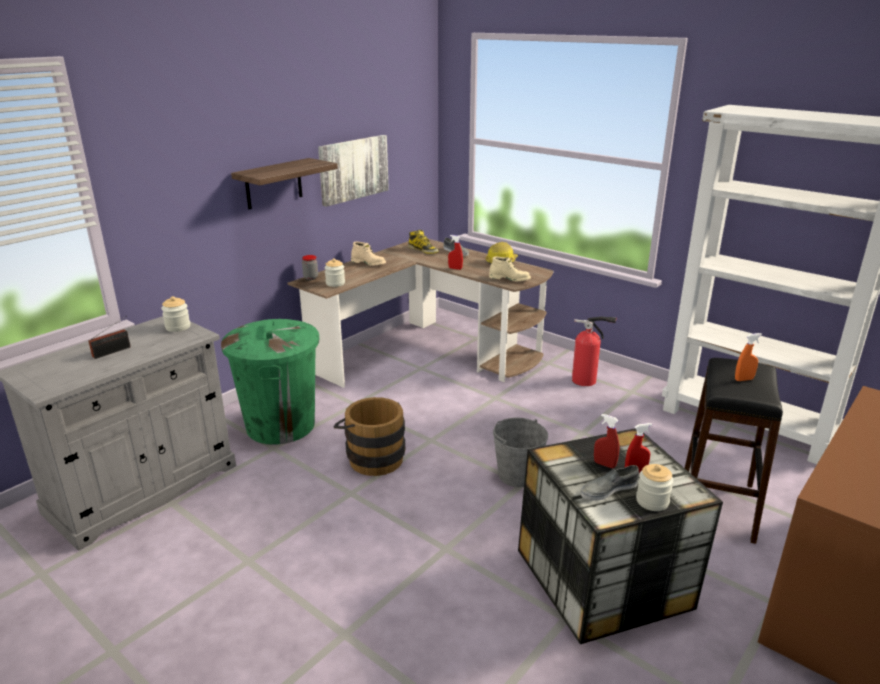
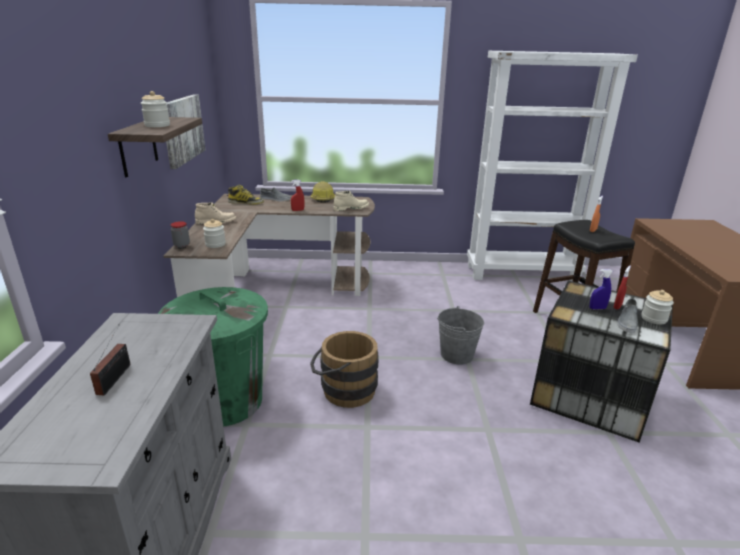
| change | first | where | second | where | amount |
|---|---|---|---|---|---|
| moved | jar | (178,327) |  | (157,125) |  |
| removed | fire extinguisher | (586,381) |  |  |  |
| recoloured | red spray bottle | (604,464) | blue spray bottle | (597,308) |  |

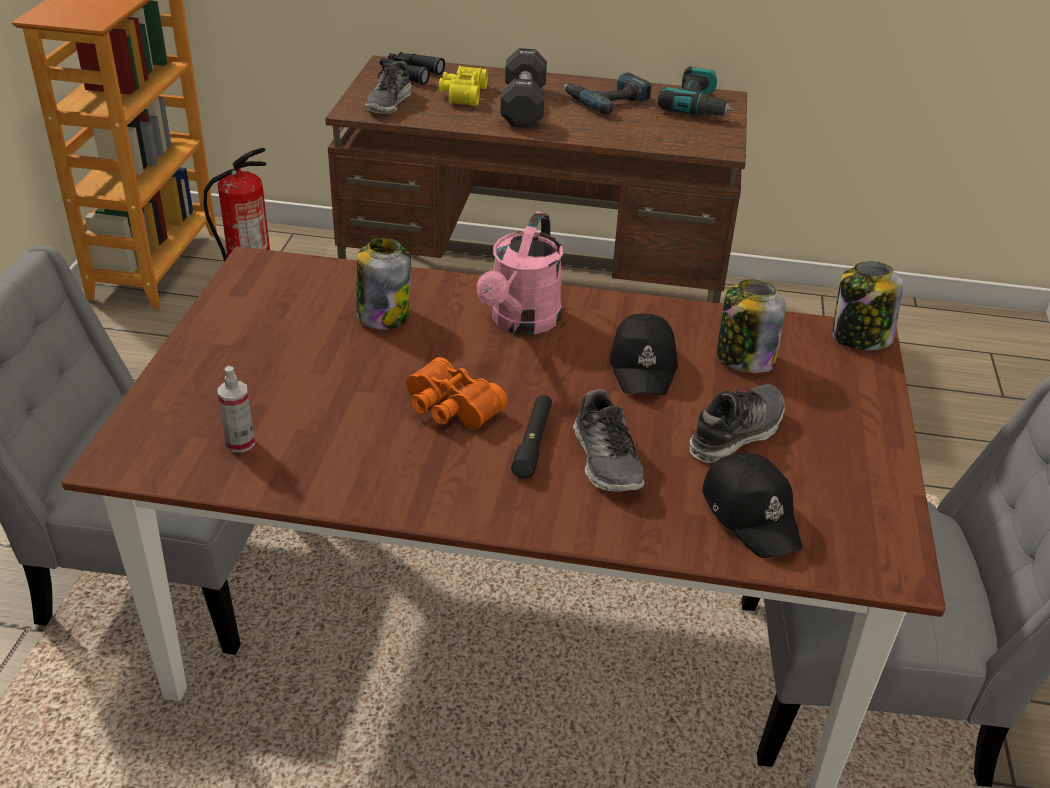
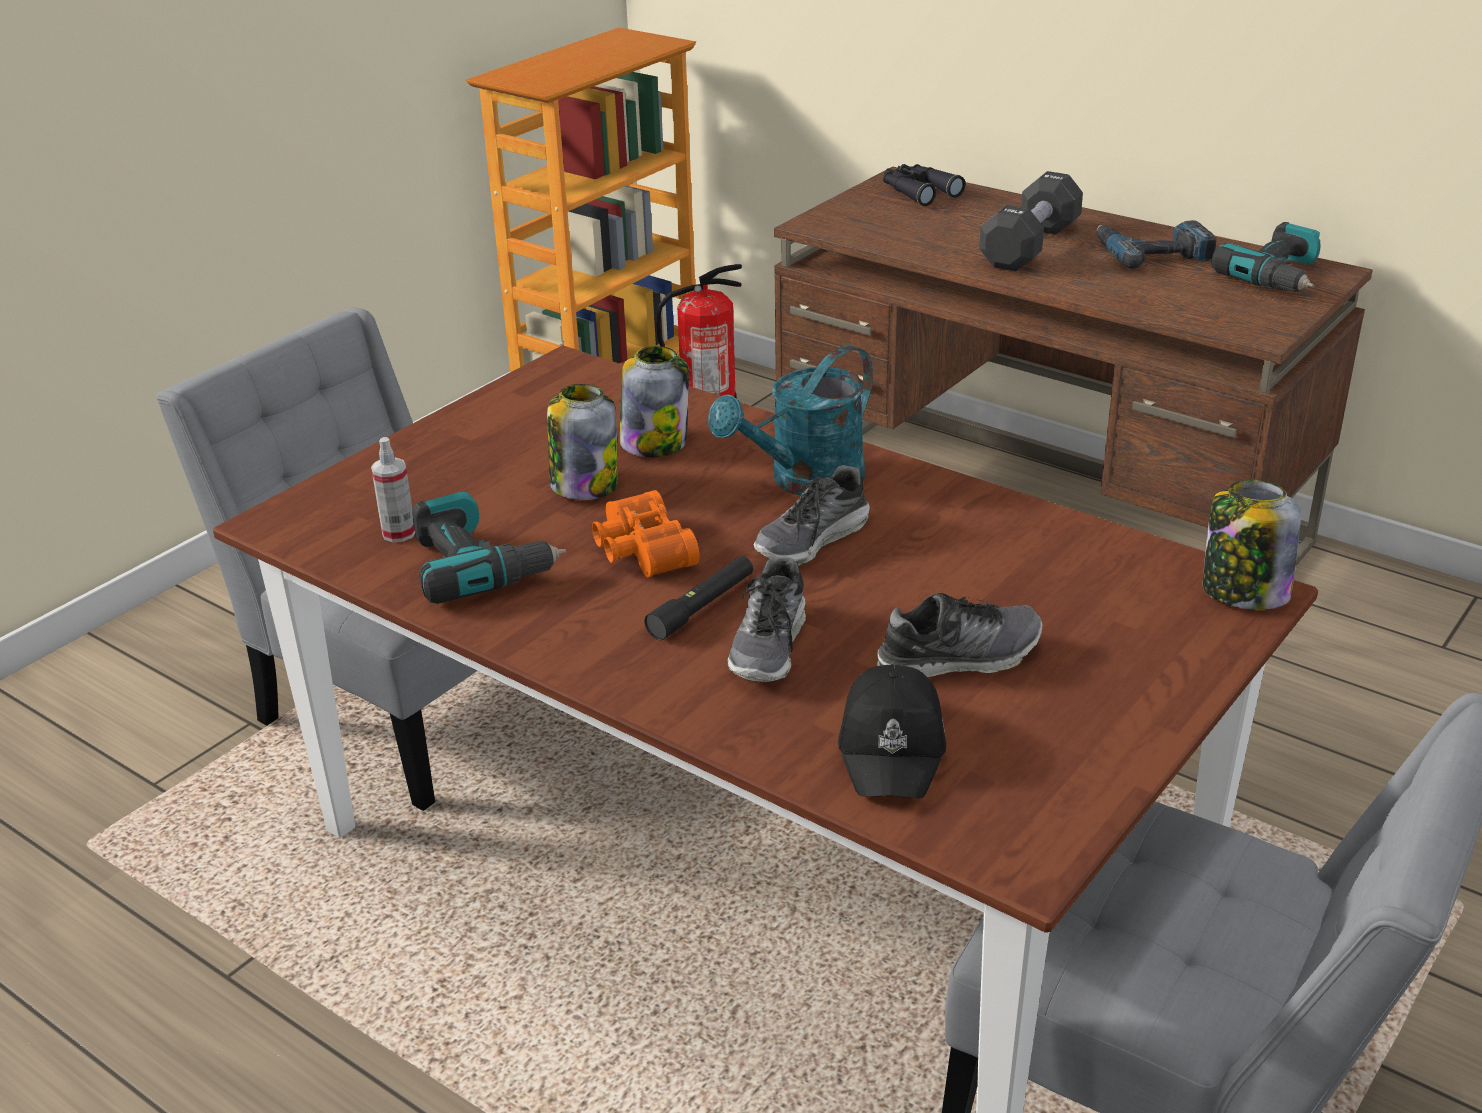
| change | first | where | second | where | amount |
|---|---|---|---|---|---|
| moved | shoe | (389,102) |  | (812,540) |  |
| removed | yellow binoculars | (462,94) |  |  |  |
| recoloured | pink watering can | (521,322) | turquoise watering can | (805,482) |  |
| removed | black cap | (644,366) |  |  |  |
| moved | jar | (744,359) |  | (584,485) |  |
| added |  |  | power drill | (479,565) |  |

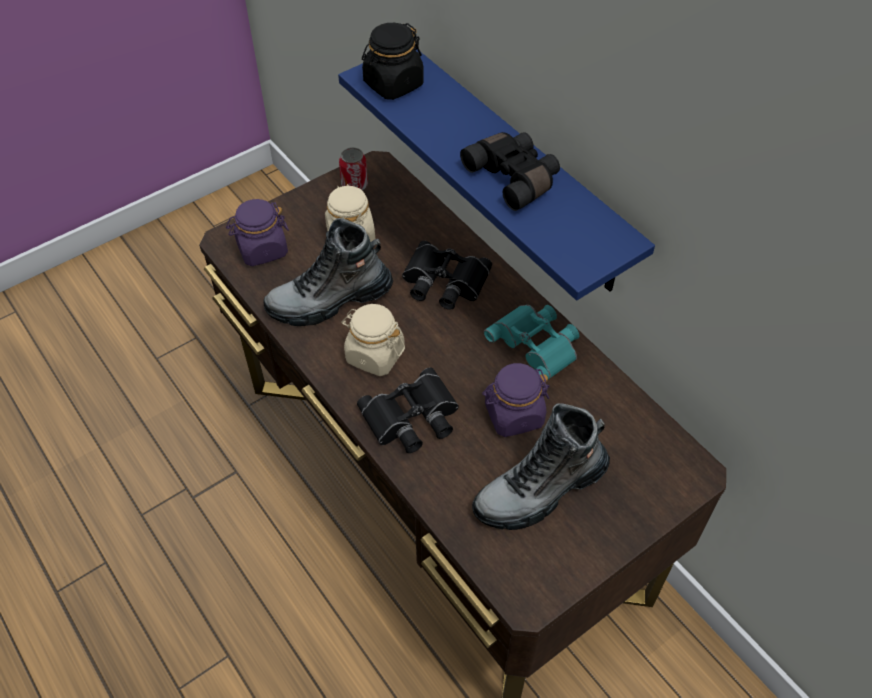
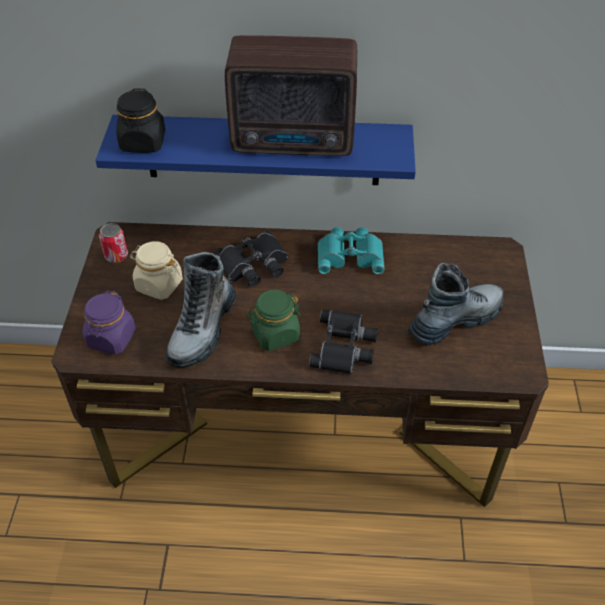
| change | first | where | second | where | amount |
|---|---|---|---|---|---|
| recoloured | beige jar | (374,355) | green jar | (275,334) |  |
| replaced | black binoculars | (514,177) | radio | (296,142) |  |
| turned | boot | (540,490) |  | (455,320) | 135 degrees counterclockwise |
| removed | purple jar | (513,415) |  |  |  |

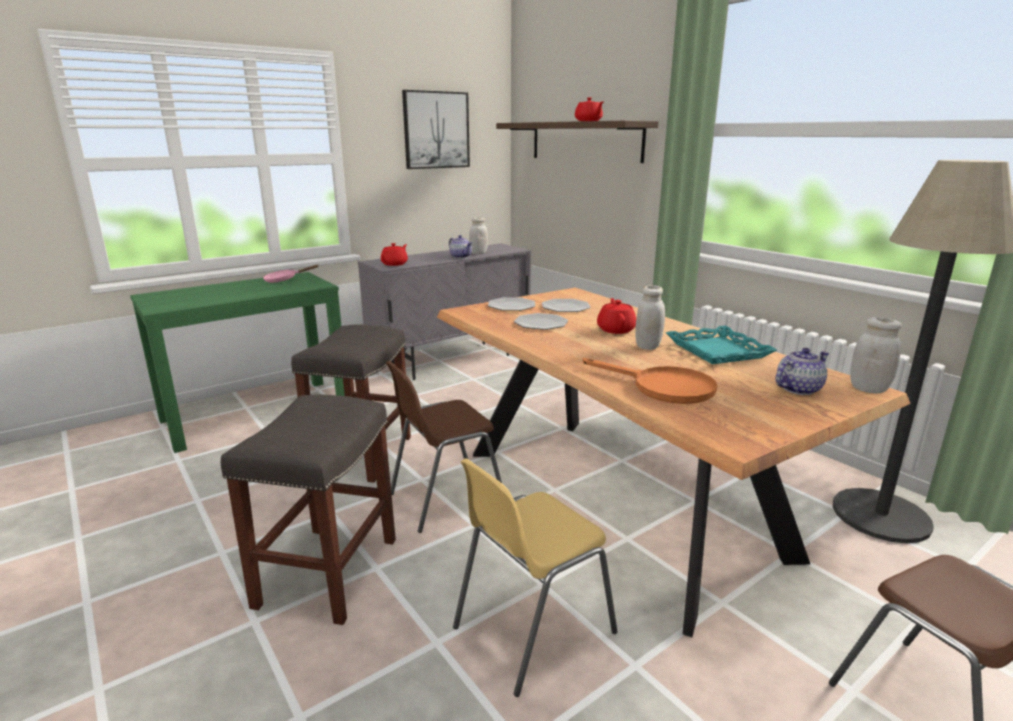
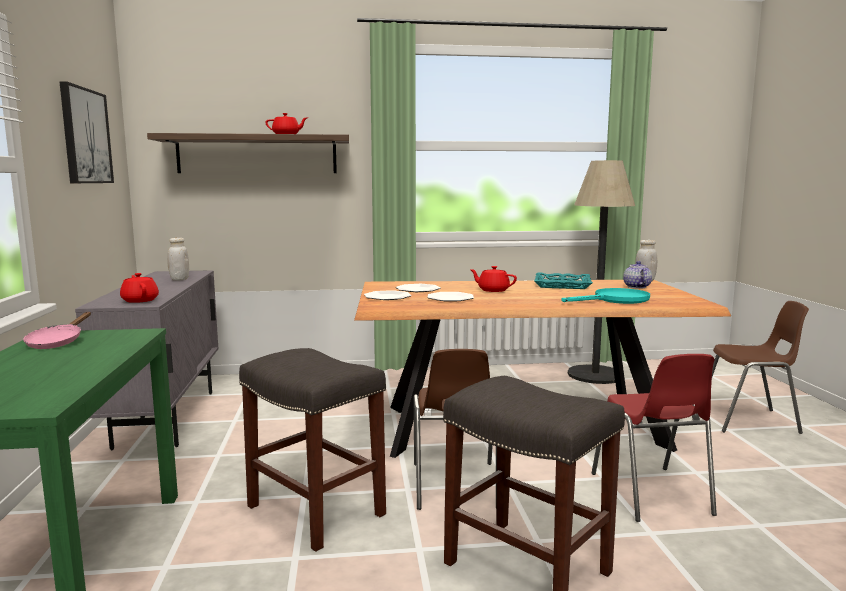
| change | first | where | second | where | amount |
|---|---|---|---|---|---|
| removed | teapot | (460,257) |  |  |  |
| recoloured | yellow chair | (531,629) | red chair | (651,494) |  |
| recoloured | orange frying pan | (662,387) | turquoise frying pan | (615,300) |  |
| removed | white jar | (648,346) |  |  |  |

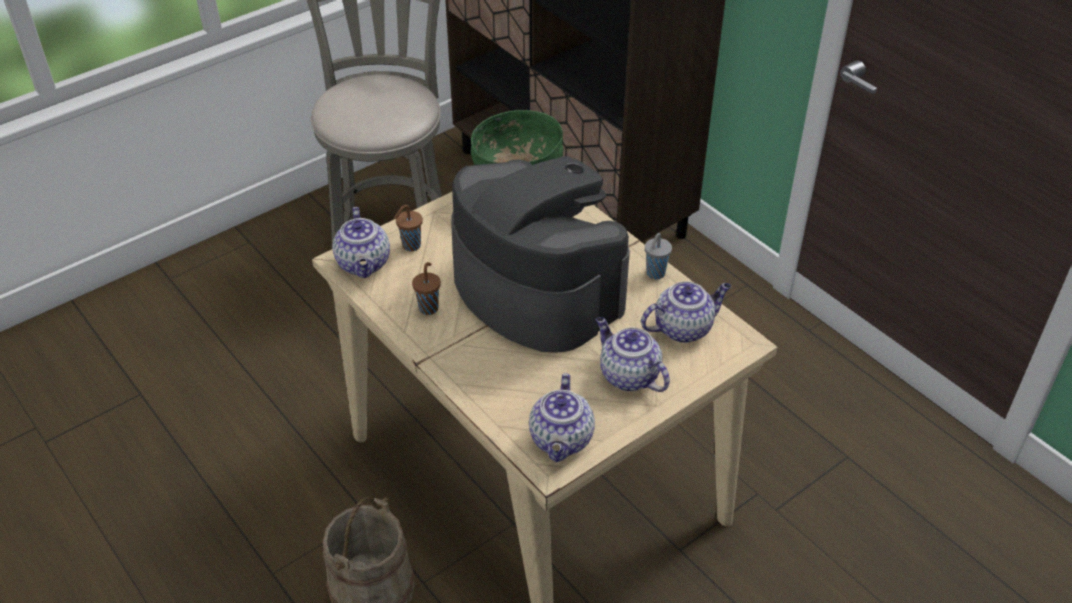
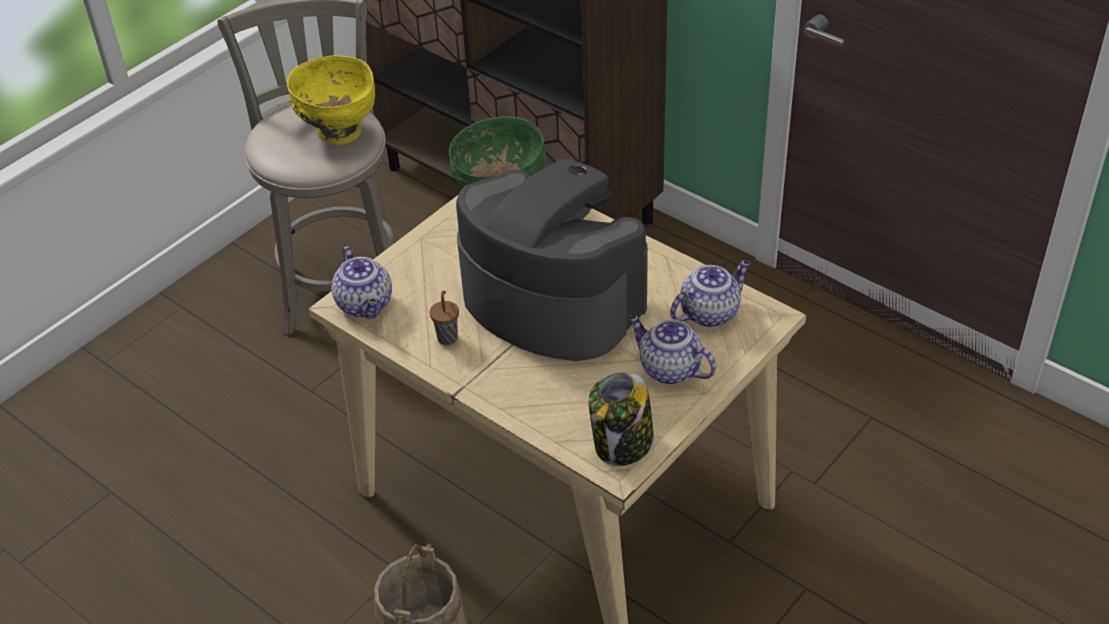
| change | first | where | second | where | amount |
|---|---|---|---|---|---|
| removed | brown cup | (410,246) |  |  |  |
| replaced | teapot | (562,441) | jar | (622,444) |  |
| removed | grey cup | (655,274) |  |  |  |
| added |  |  | yellow bowl | (339,133) |  |

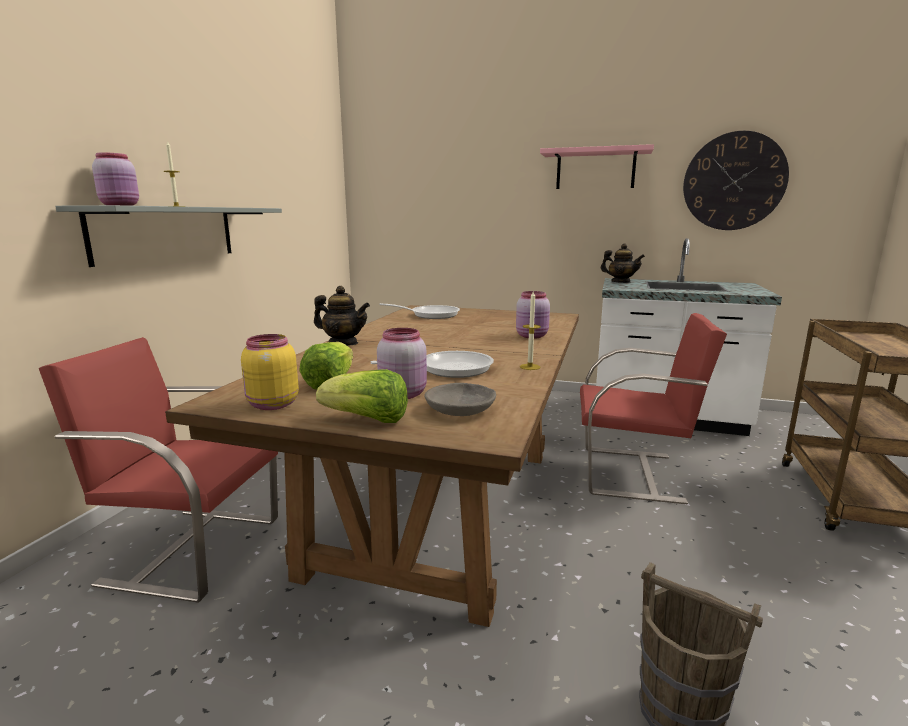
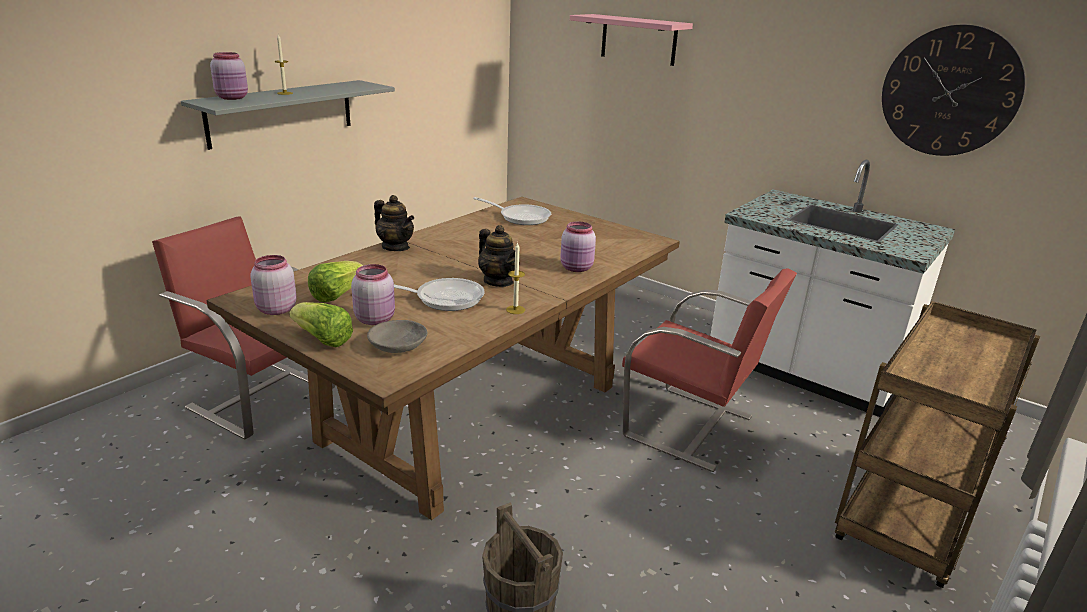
| change | first | where | second | where | amount |
|---|---|---|---|---|---|
| recoloured | yellow jar | (271,405) | pink jar | (275,309) |  |
| moved | pink shelf | (595,169) |  | (638,39) |  |
| moved | teapot | (620,282) |  | (498,281) |  |

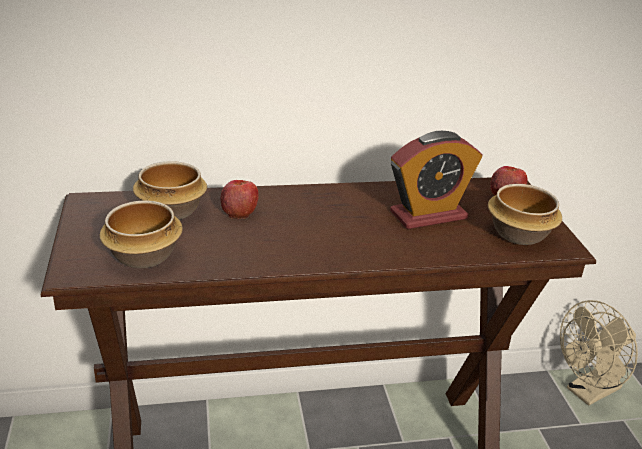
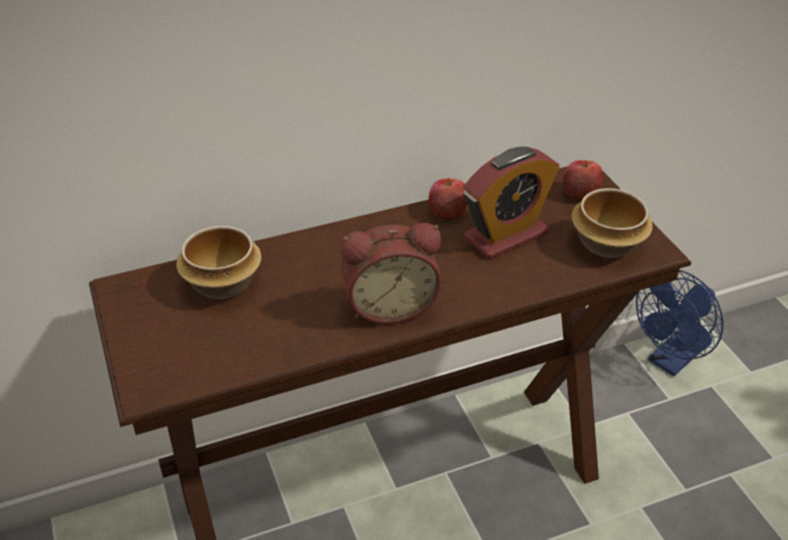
| change | first | where | second | where | amount |
|---|---|---|---|---|---|
| removed | bowl | (145,257) |  |  |  |
| moved | apple | (239,212) |  | (447,211) |  |
| recoloured | beige fan | (588,392) | blue fan | (670,361) |  |
| added |  |  | alarm clock | (389,305) |  |

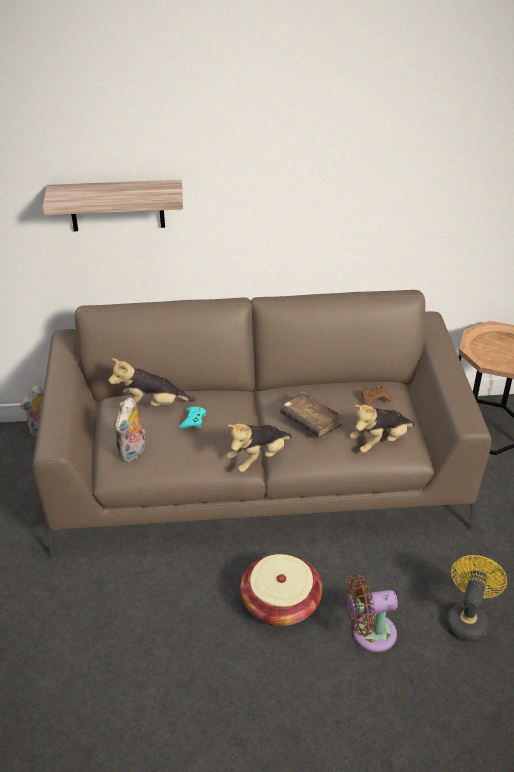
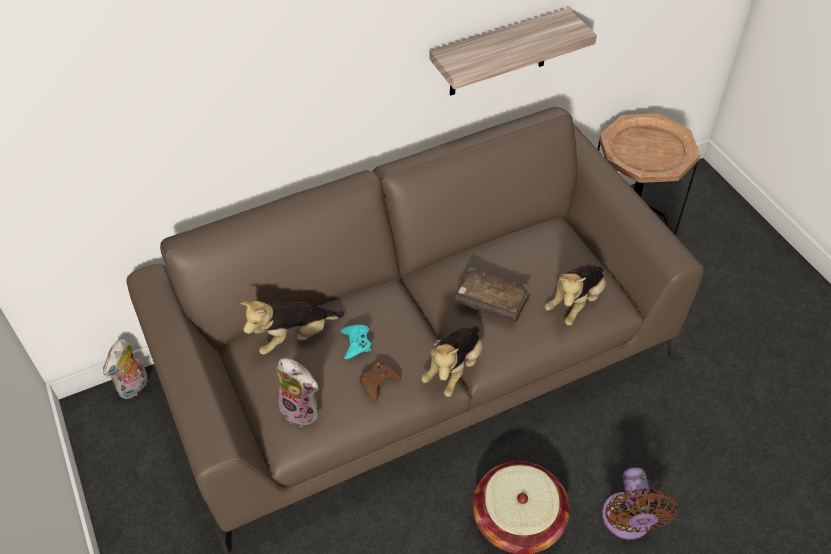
| change | first | where | second | where | amount |
|---|---|---|---|---|---|
| moved | shelf | (117,205) |  | (498,54) |  |
| turned | plush toy | (133,452) |  | (303,409) | 60 degrees counterclockwise |
| turned | brown fan | (369,634) |  | (627,522) | 60 degrees counterclockwise |
| moved | brown game controller | (374,399) |  | (378,382) |  |
| removed | yellow fan | (467,619) |  |  |  |

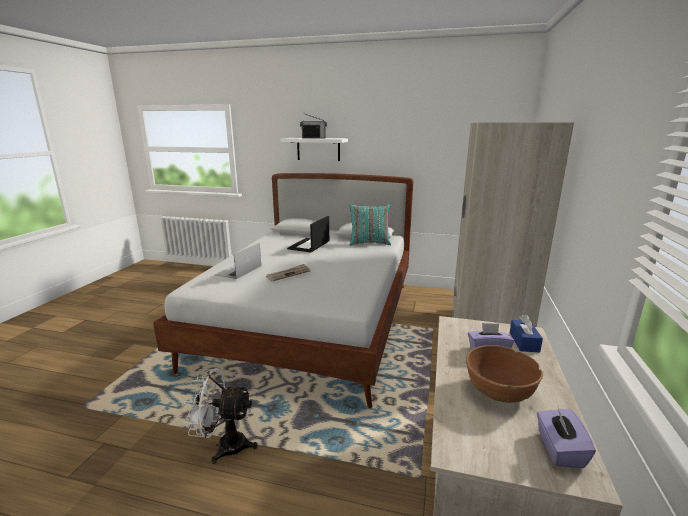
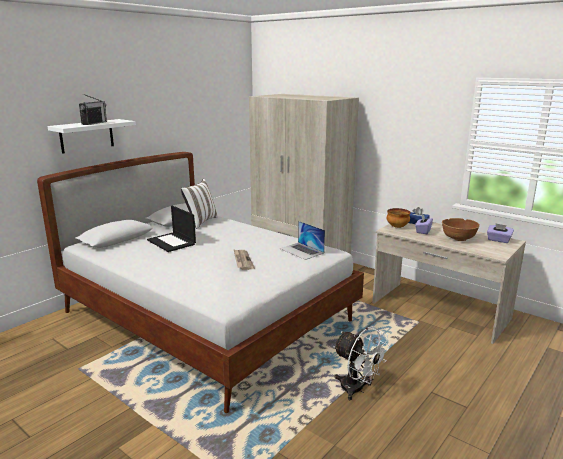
| change | first | where | second | where | amount |
|---|---|---|---|---|---|
| turned | white fan | (224,445) |  | (357,389) | 75 degrees counterclockwise |
| moved | laptop | (238,270) |  | (301,251) |  |
| recoloured | turquoise pillow | (369,243) | white pillow | (200,222) |  |
| added |  |  | bowl | (397,227) |  |

